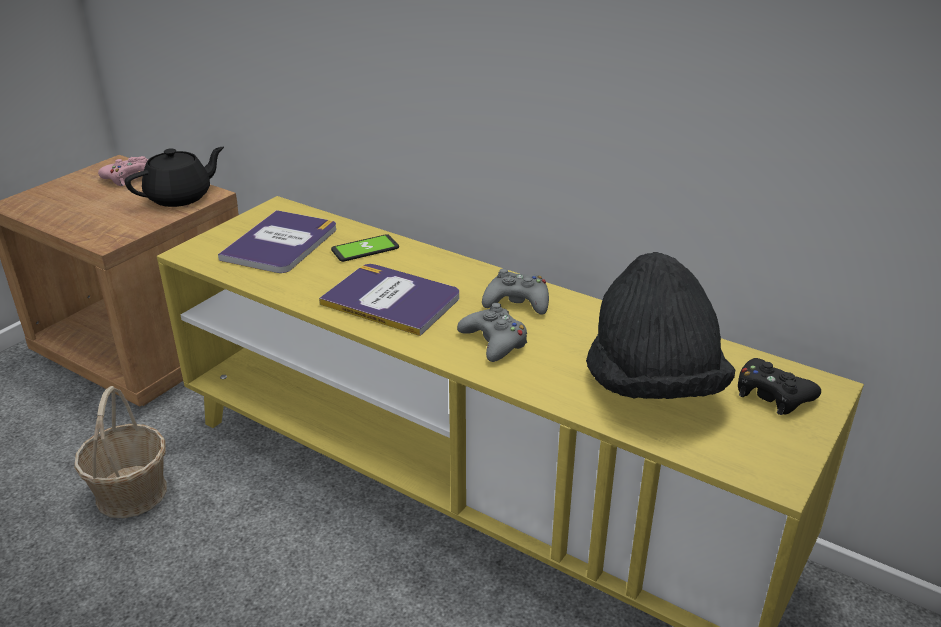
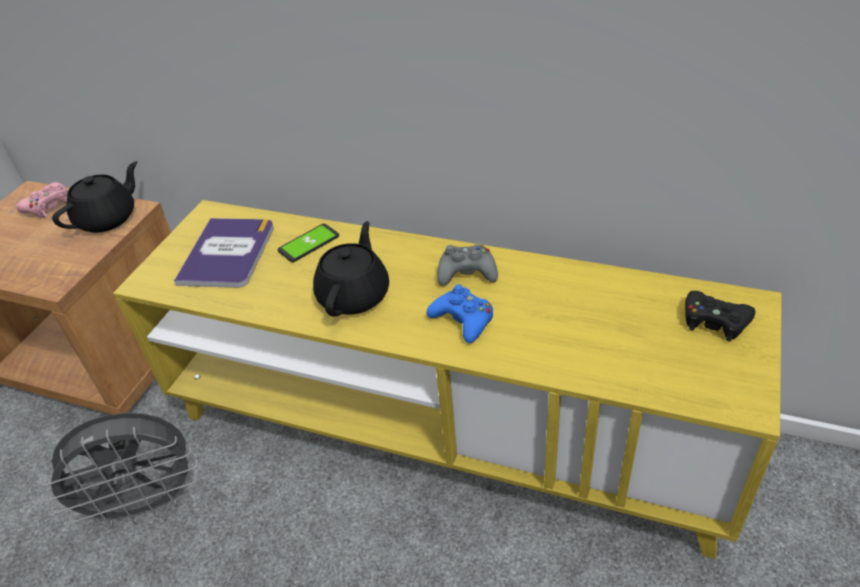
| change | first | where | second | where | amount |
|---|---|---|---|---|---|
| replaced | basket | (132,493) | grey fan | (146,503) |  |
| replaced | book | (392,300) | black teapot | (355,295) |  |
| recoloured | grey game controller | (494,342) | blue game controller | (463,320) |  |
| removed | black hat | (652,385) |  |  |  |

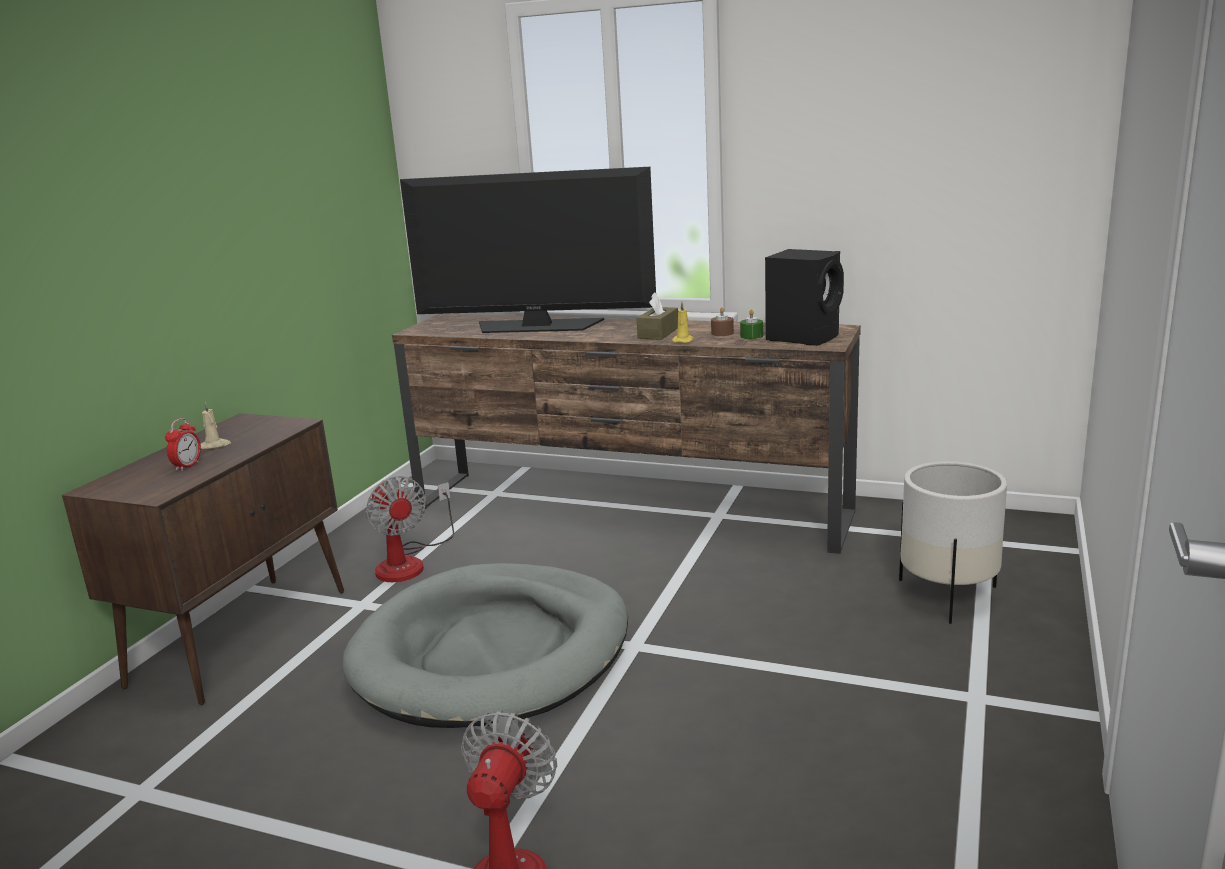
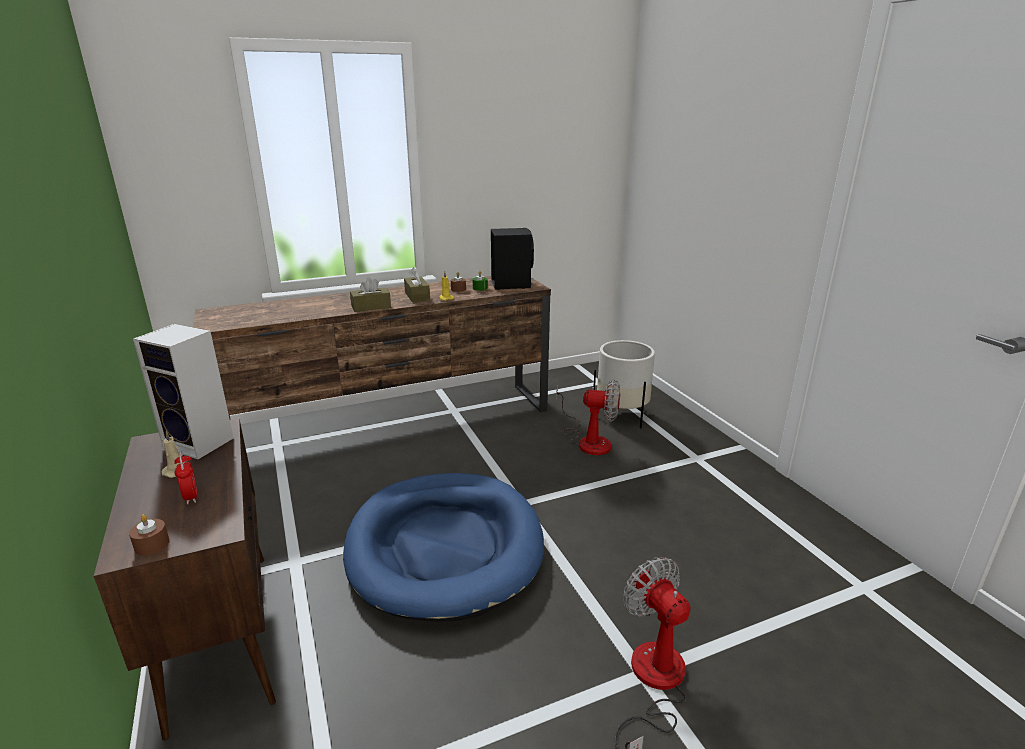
| change | first | where | second | where | amount |
|---|---|---|---|---|---|
| recoloured | grey dog bed | (493,652) | blue dog bed | (445,547) |  |
| moved | fan | (409,562) |  | (588,440) |  |
| removed | television | (537,326) |  |  |  |
| added |  |  | brown candle | (152,545) |  |
| added |  |  | speaker | (201,443) |  |
| added |  |  | brown tissue box | (371,307) |  |

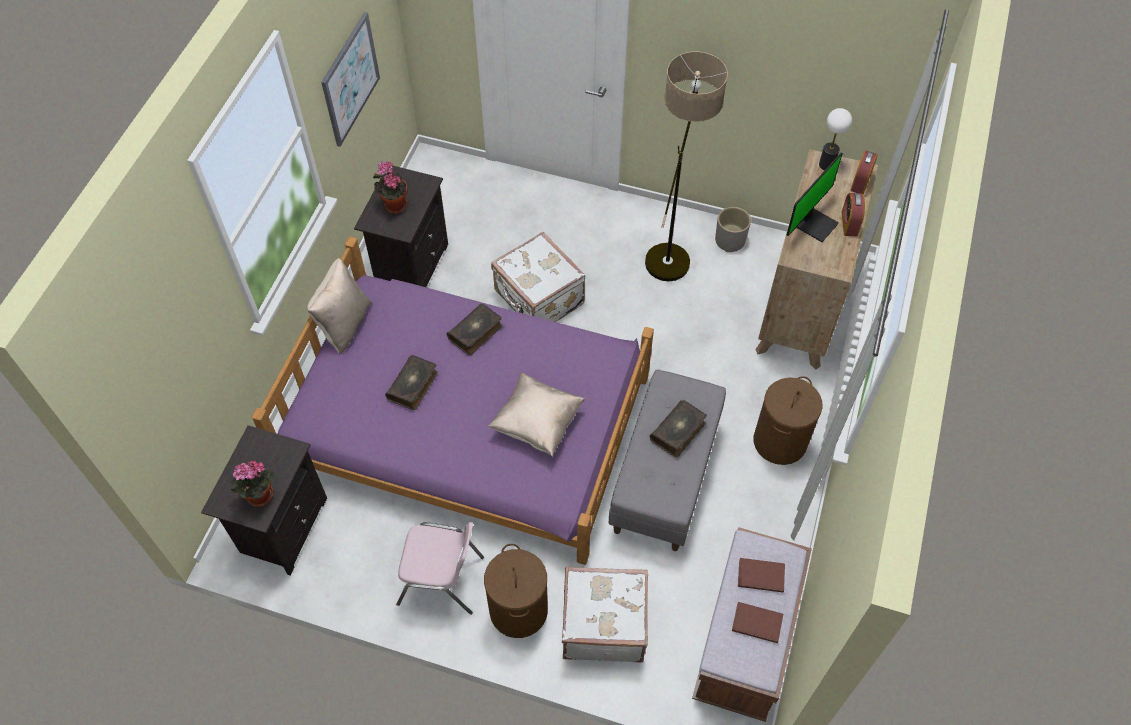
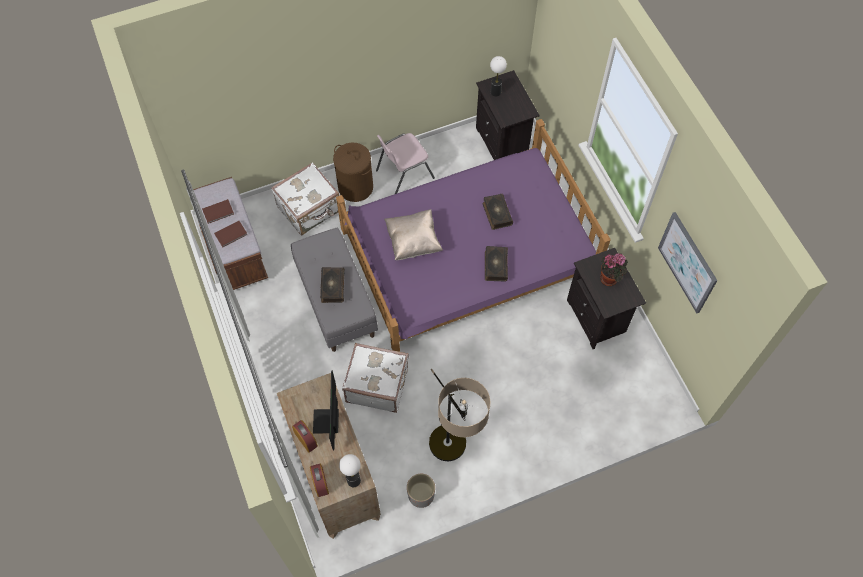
| change | first | where | second | where | amount |
|---|---|---|---|---|---|
| replaced | potted plant | (259,497) | table lamp | (495,92) |  |
| removed | beige pillow | (344,324) |  |  |  |
| moved | white suitcase | (538,299) |  | (377,384) |  |
| removed | brown laundry basket | (780,442) |  |  |  |

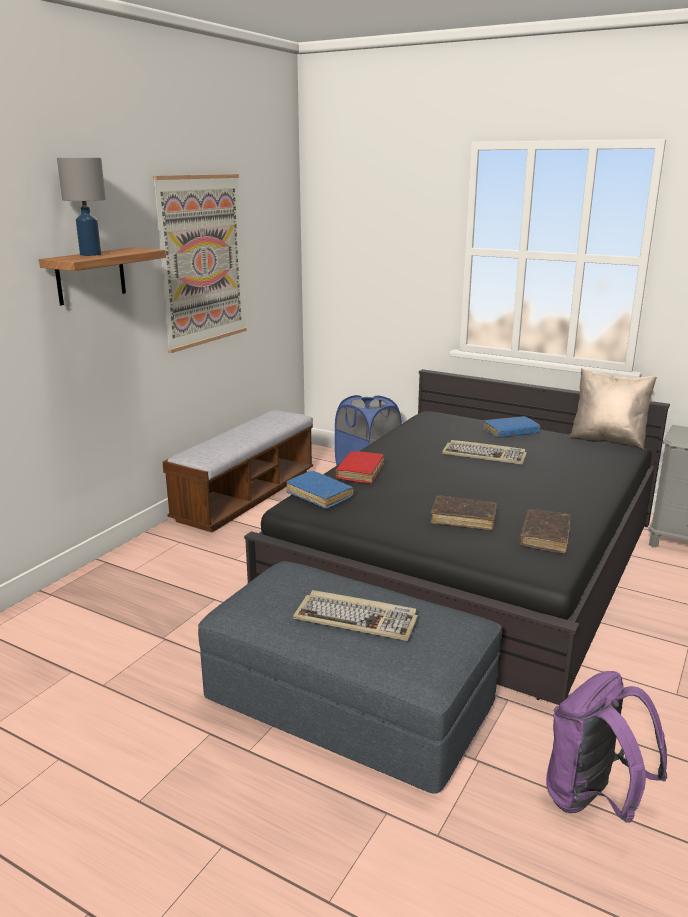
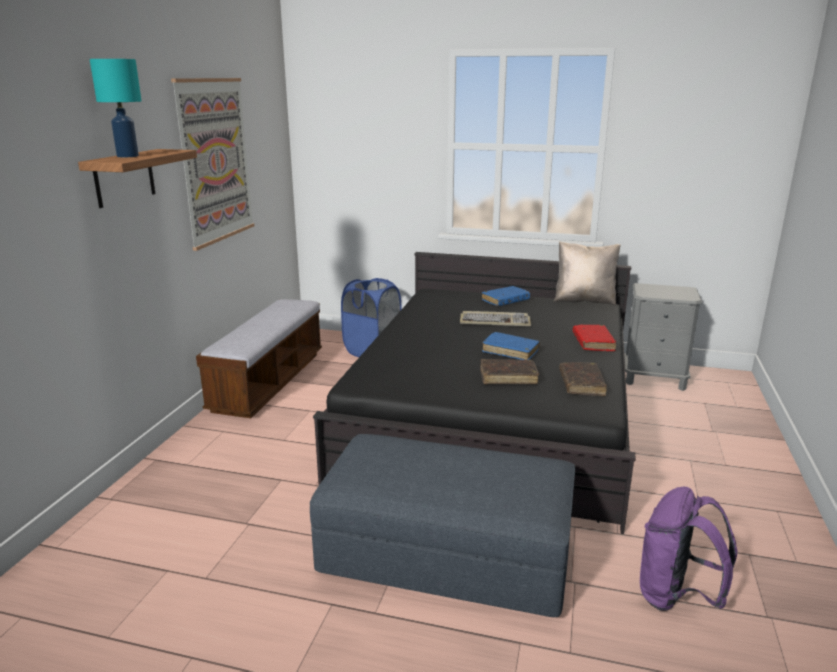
| change | first | where | second | where | amount |
|---|---|---|---|---|---|
| recoloured | grey table lamp | (90,254) | turquoise table lamp | (127,156) |  |
| moved | blue book | (319,495) |  | (510,351) |  |
| removed | keyboard | (357,619) |  |  |  |
| moved | red book | (360,473) |  | (593,343) |  |

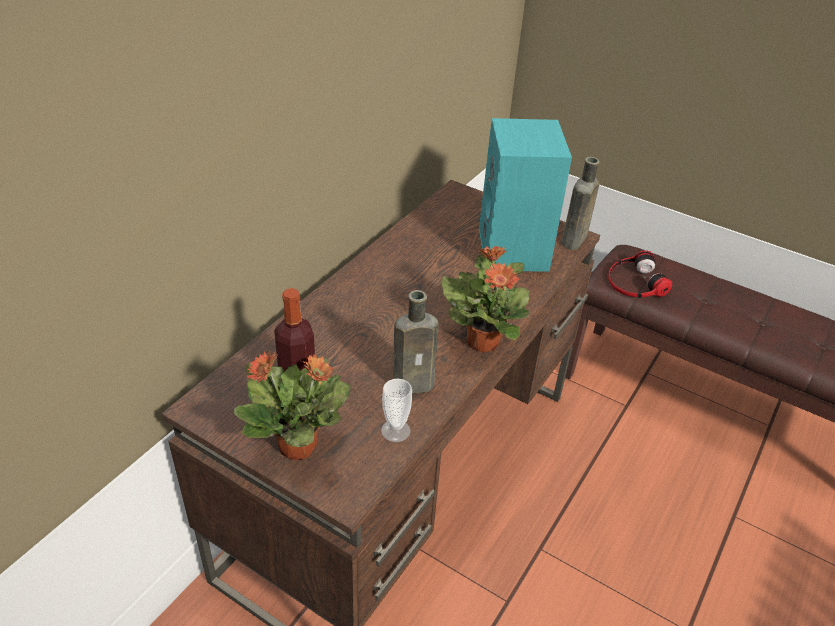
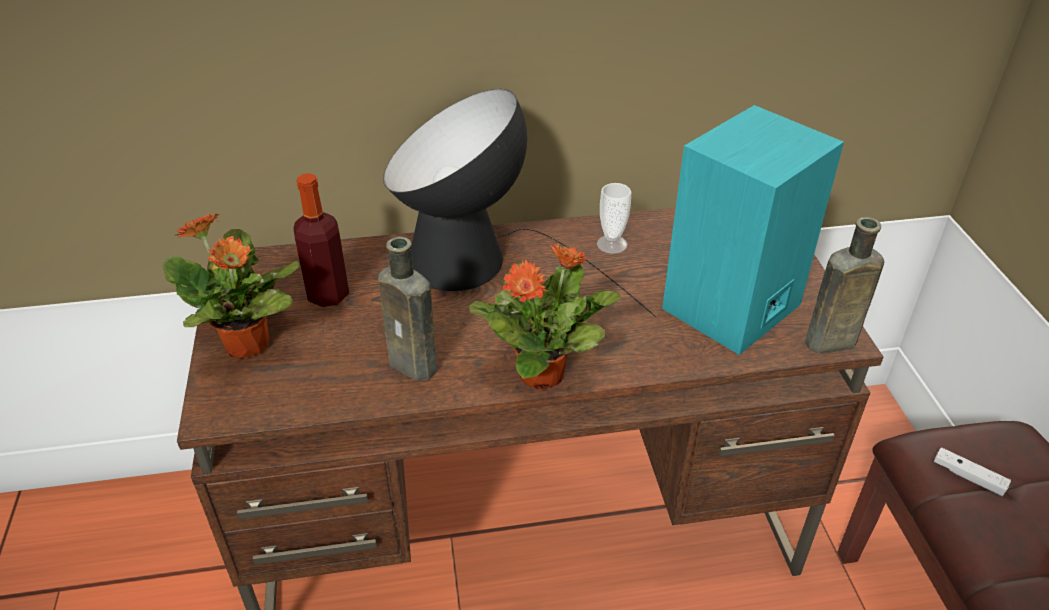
| change | first | where | second | where | amount |
|---|---|---|---|---|---|
| moved | cup | (395,431) |  | (612,244) |  |
| replaced | headphones | (635,282) | white game controller | (968,477) |  |
| added |  |  | table lamp | (474,262) |  |

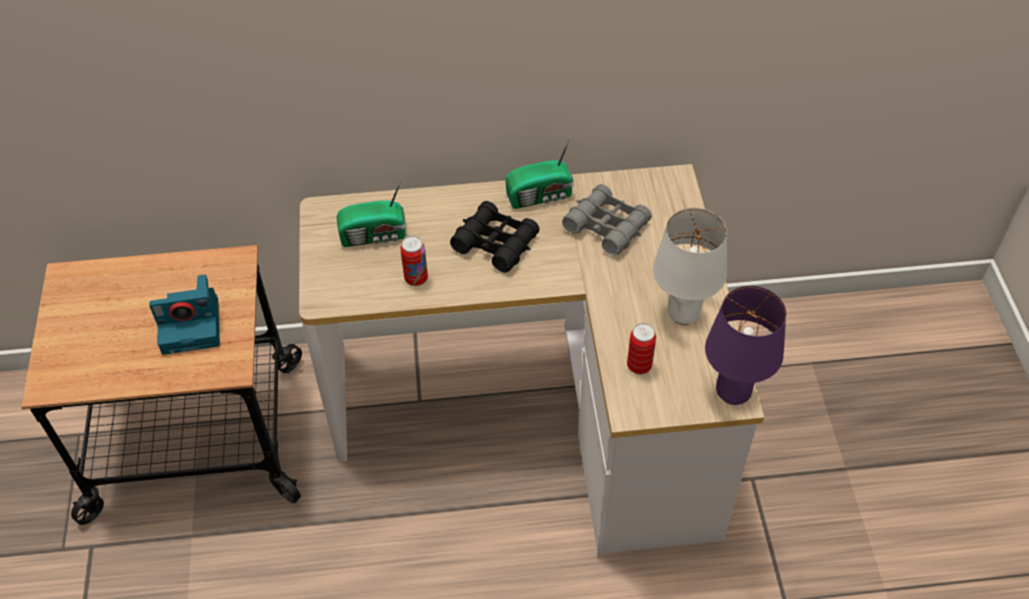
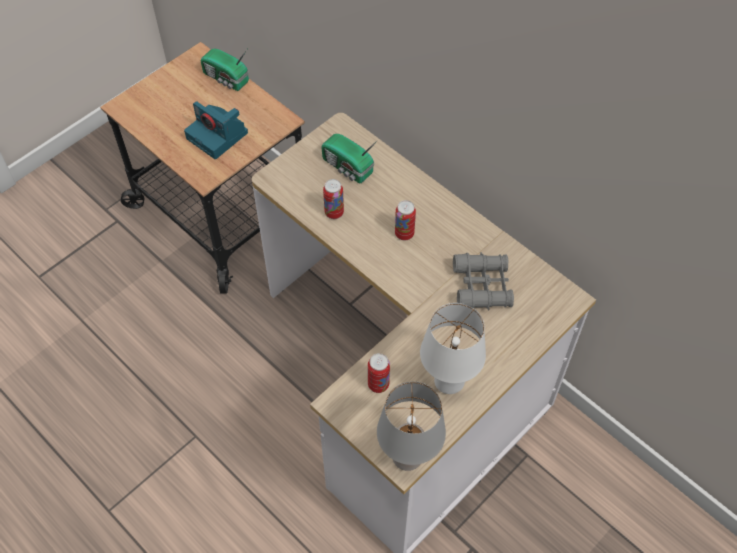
| change | first | where | second | where | amount |
|---|---|---|---|---|---|
| replaced | black binoculars | (495,243) | can | (404,234) |  |
| moved | radio | (541,196) |  | (226,79) |  |
| recoloured | purple table lamp | (732,391) | grey table lamp | (407,456) |  |

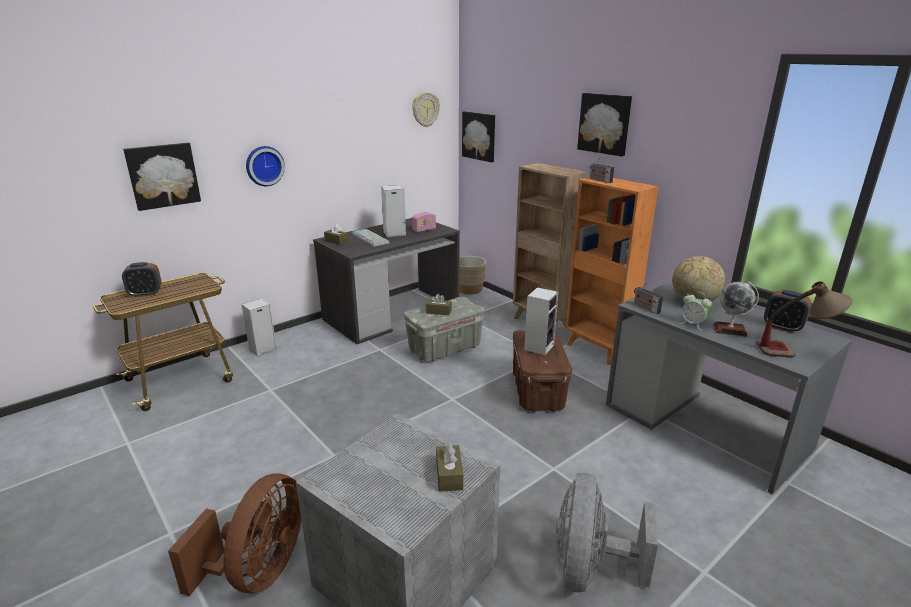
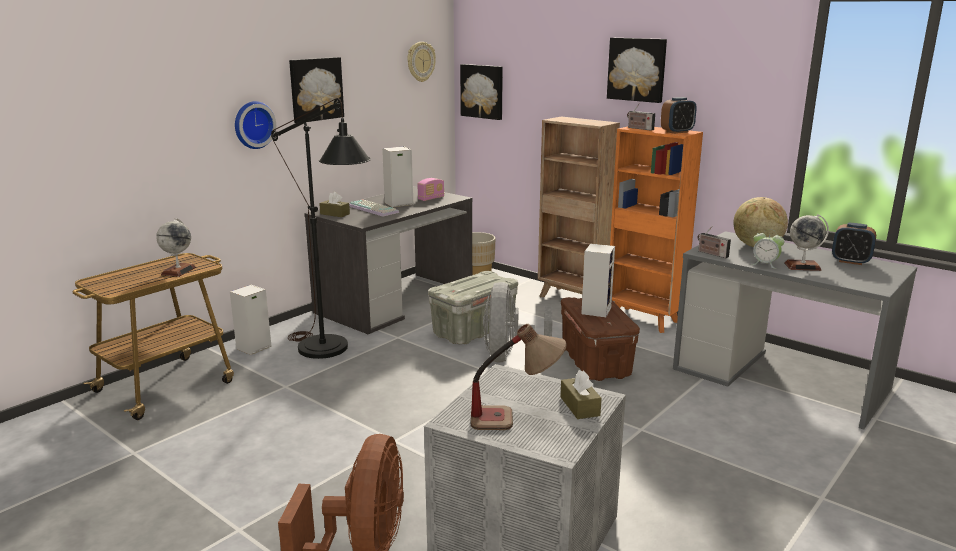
| change | first | where | second | where | amount |
|---|---|---|---|---|---|
| moved | alarm clock | (145,294) |  | (677,132) |  |
| moved | picture | (163,175) |  | (315,89) |  |
| removed | brown tissue box | (438,311) |  |  |  |
| moved | grey fan | (590,570) |  | (510,357) |  |
| moved | table lamp | (794,351) |  | (516,420) |  |
| added |  |  | globe | (178,271) |  |
| added |  |  | black floor lamp | (331,352) |  |

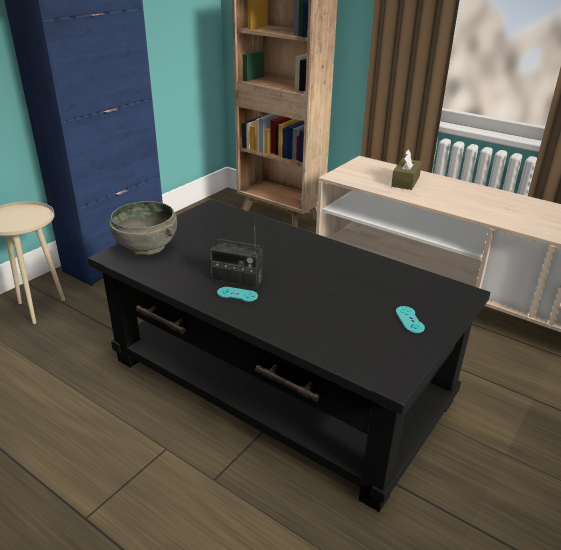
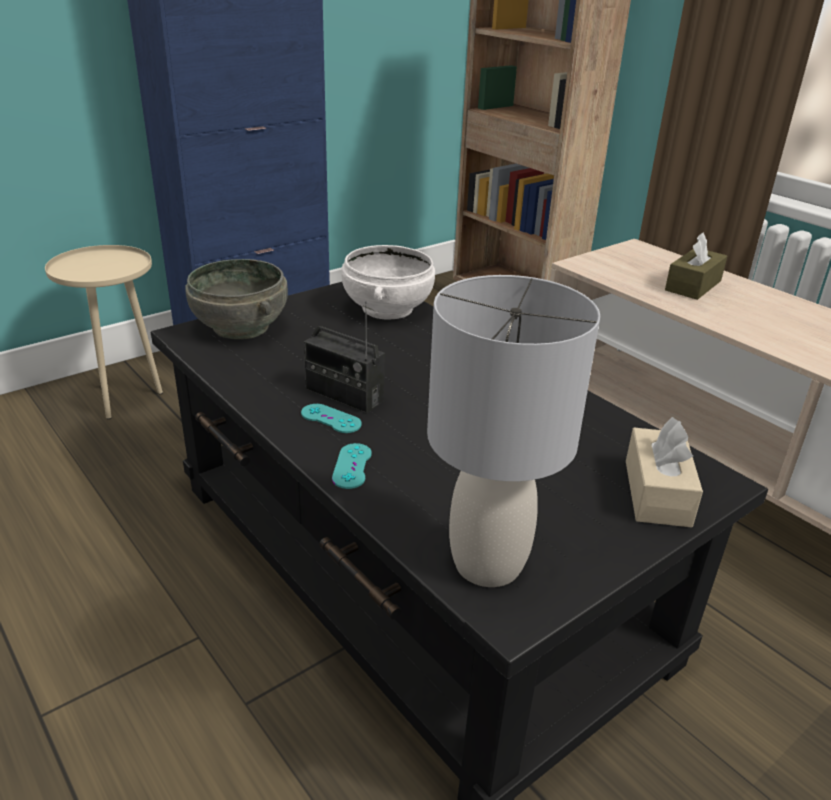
| change | first | where | second | where | amount |
|---|---|---|---|---|---|
| moved | turquoise game controller | (409,319) |  | (352,466) |  |
| added |  |  | white bowl | (386,308) |  |
| added |  |  | grey table lamp | (487,563) |  |
| added |  |  | beige tissue box | (657,493) |  |

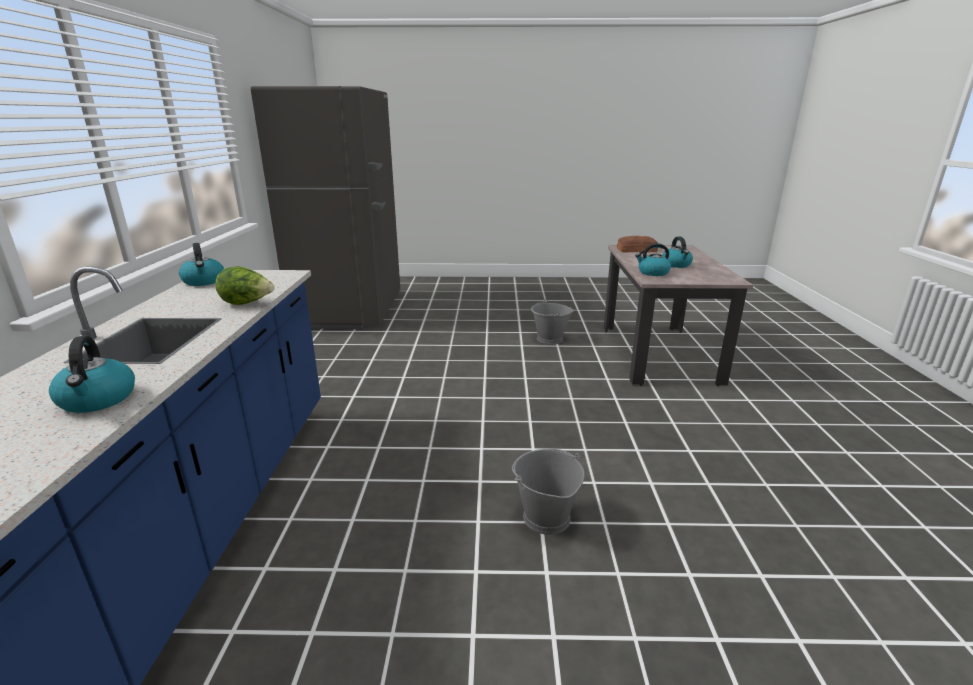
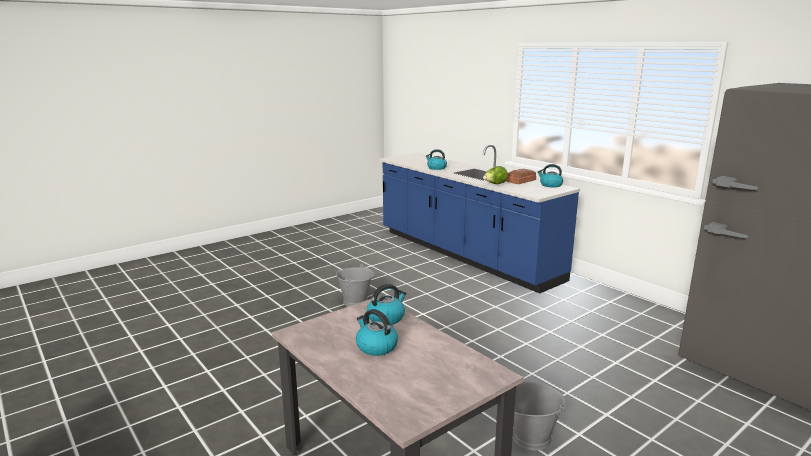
| change | first | where | second | where | amount |
|---|---|---|---|---|---|
| moved | bread | (636,250) |  | (521,181) |  |

